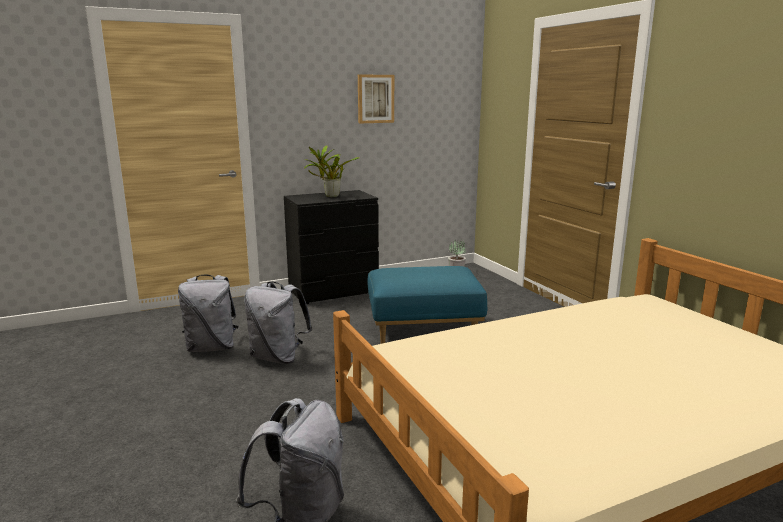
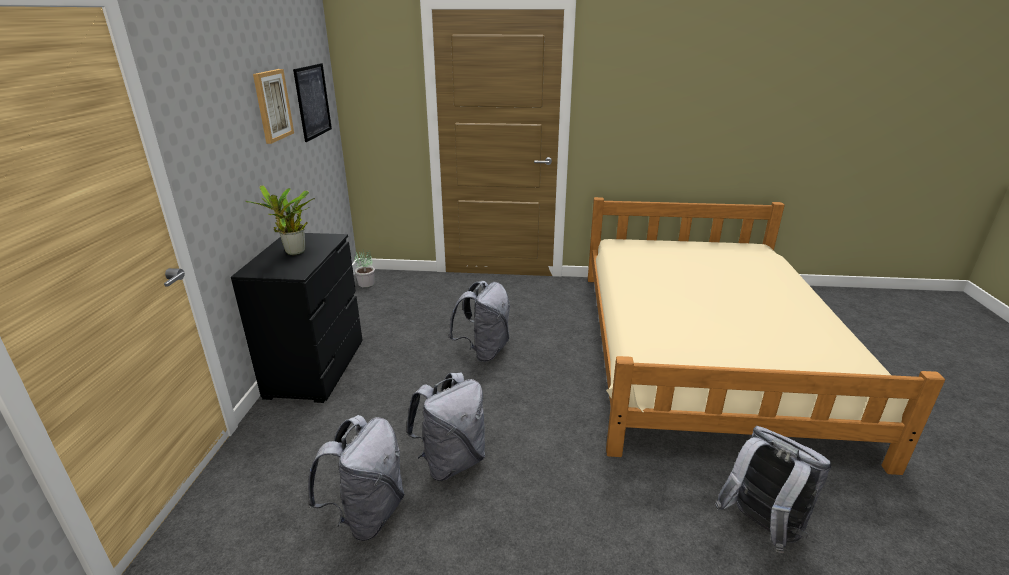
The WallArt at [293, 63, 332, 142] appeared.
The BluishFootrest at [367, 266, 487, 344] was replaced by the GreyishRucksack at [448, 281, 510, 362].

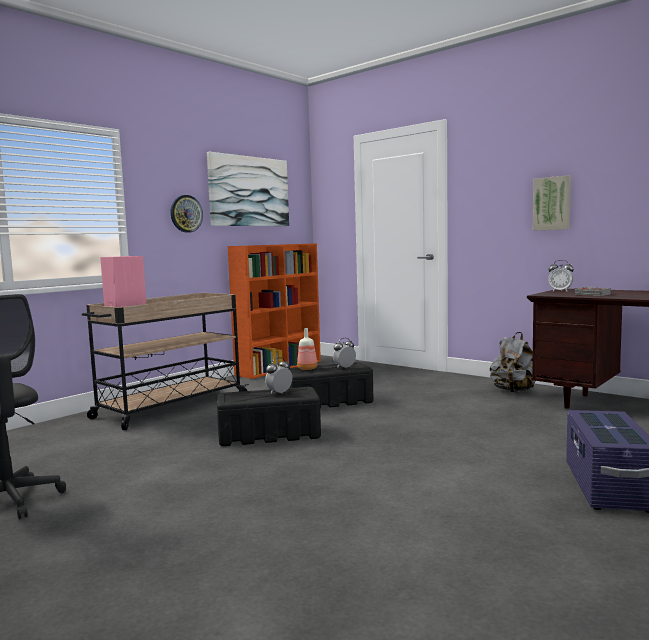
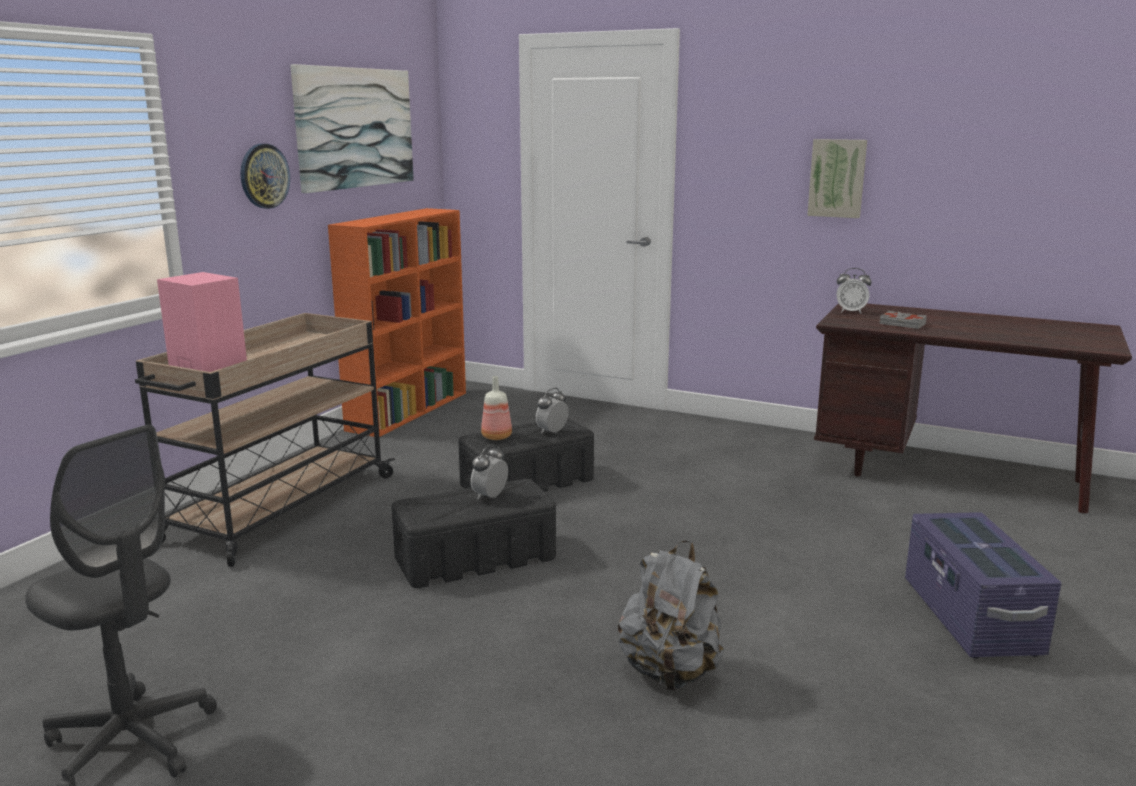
The GreyishRucksack moved from [490, 332, 536, 393] to [618, 540, 724, 691].

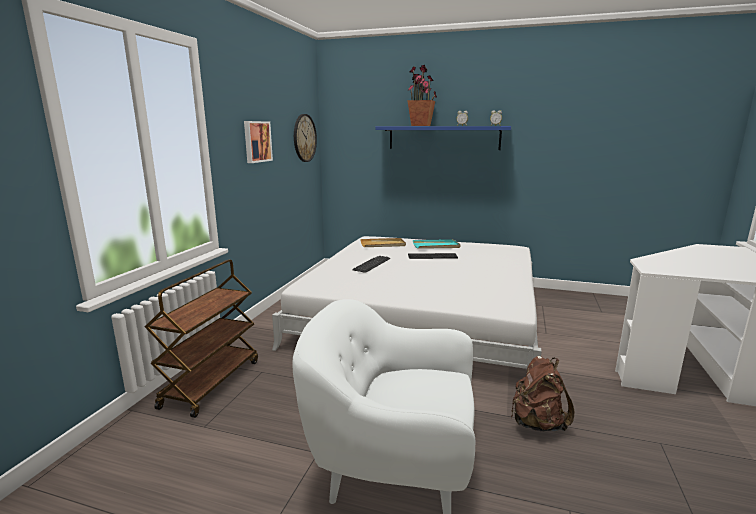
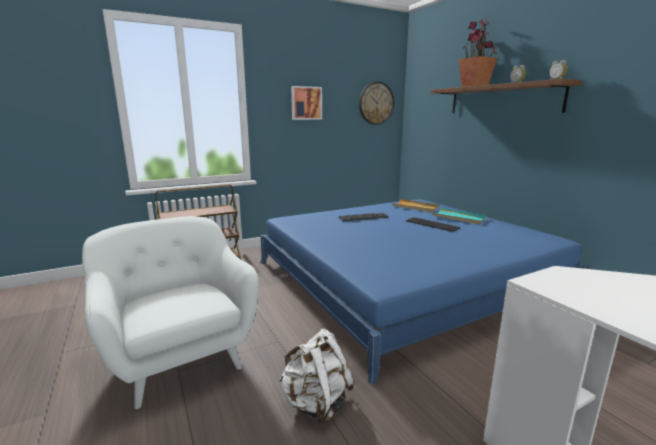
The WhiteColouredBedroomBed at [272, 236, 542, 369] became the BluishBedroomBed at [260, 200, 589, 386].
The BrownRucksack at [511, 356, 574, 431] became the WhiteColouredRucksack at [279, 329, 355, 424].
The BluishBracketShelf at [376, 126, 511, 150] became the BrownBracketShelf at [431, 79, 582, 113].

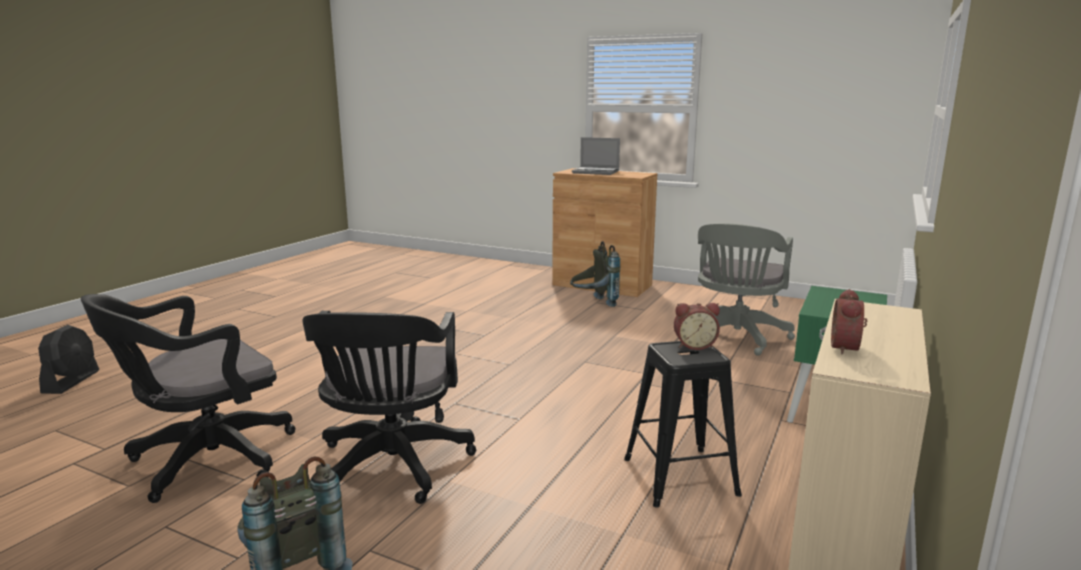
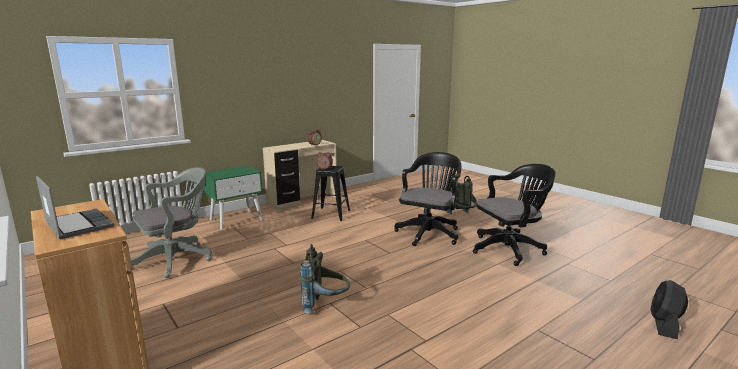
The GreyishRucksack moved from [570, 241, 621, 307] to [300, 244, 350, 313].

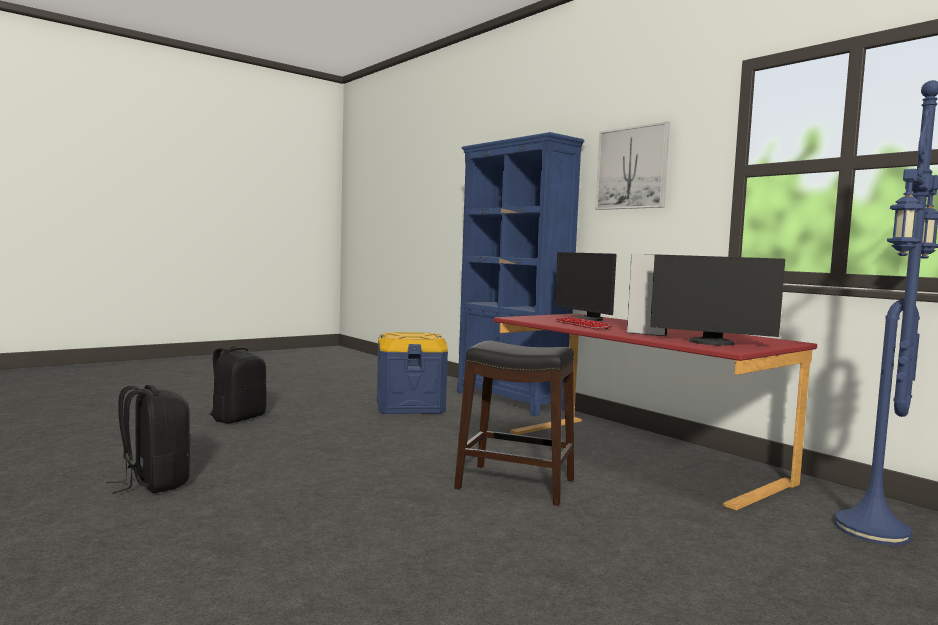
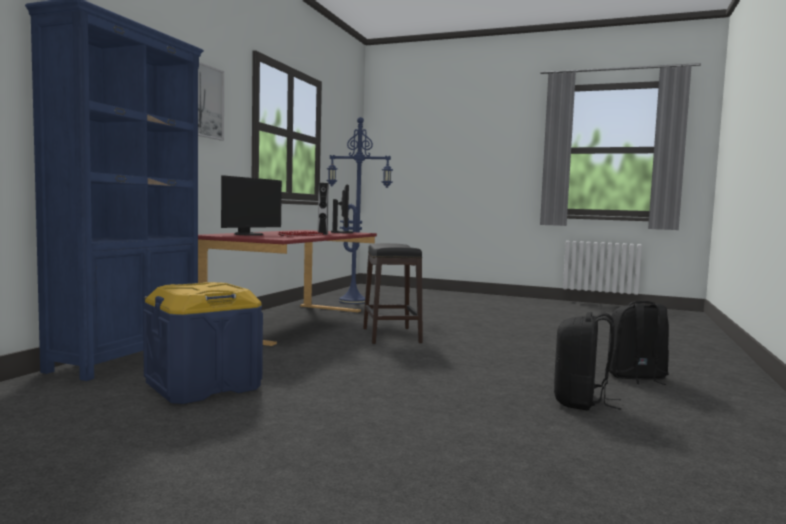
The BlackColouredRucksack moved from [209, 346, 267, 424] to [607, 301, 669, 385].

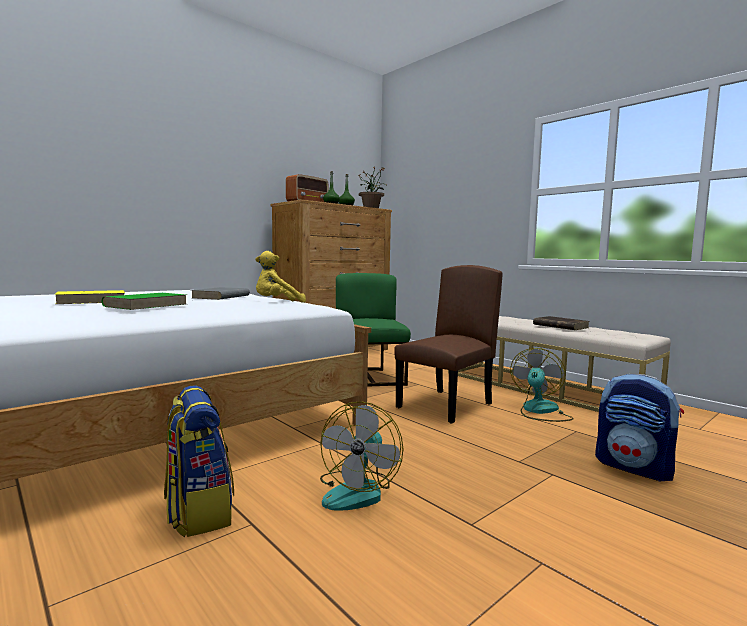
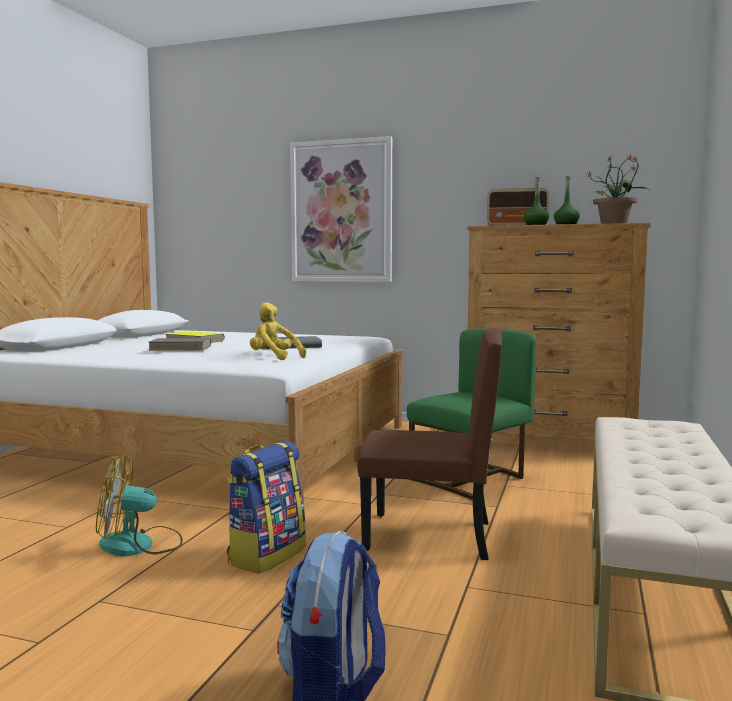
The GreenVolume at [102, 293, 186, 310] became the GreyishVolume at [148, 338, 211, 351].
The Rucksack moved from [164, 385, 234, 537] to [227, 441, 306, 574].
The WallArt at [290, 136, 392, 282] appeared.
The ElectricFan at [510, 348, 574, 422] disappeared.
The BrownVolume at [533, 316, 589, 330] disappeared.

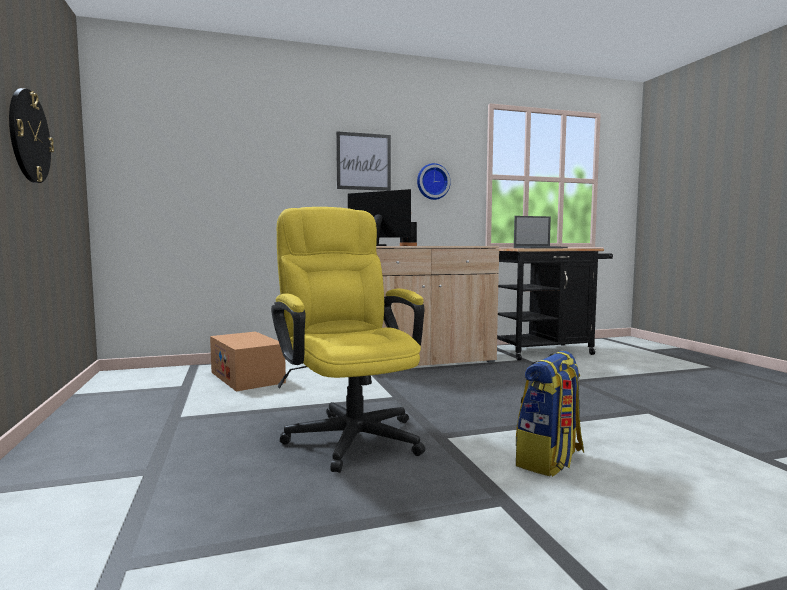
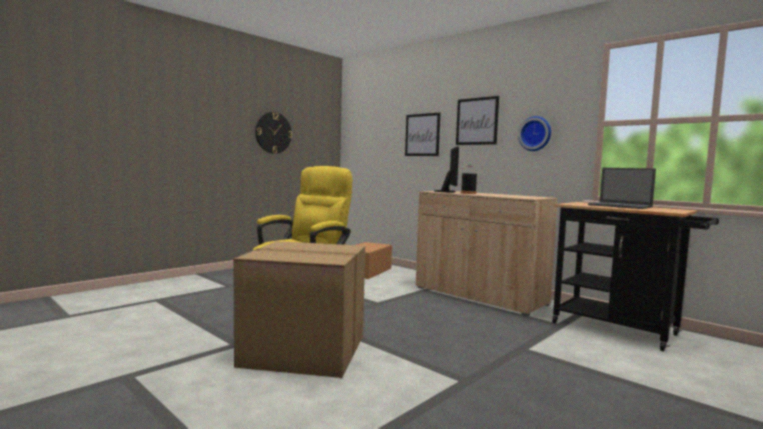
The Rucksack at [516, 351, 584, 477] was replaced by the CardboardBox at [233, 241, 365, 378].
The WallArt at [405, 113, 440, 156] appeared.

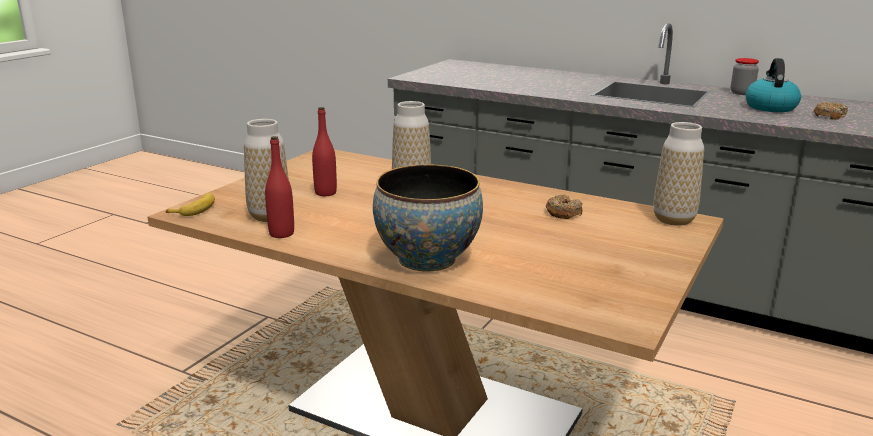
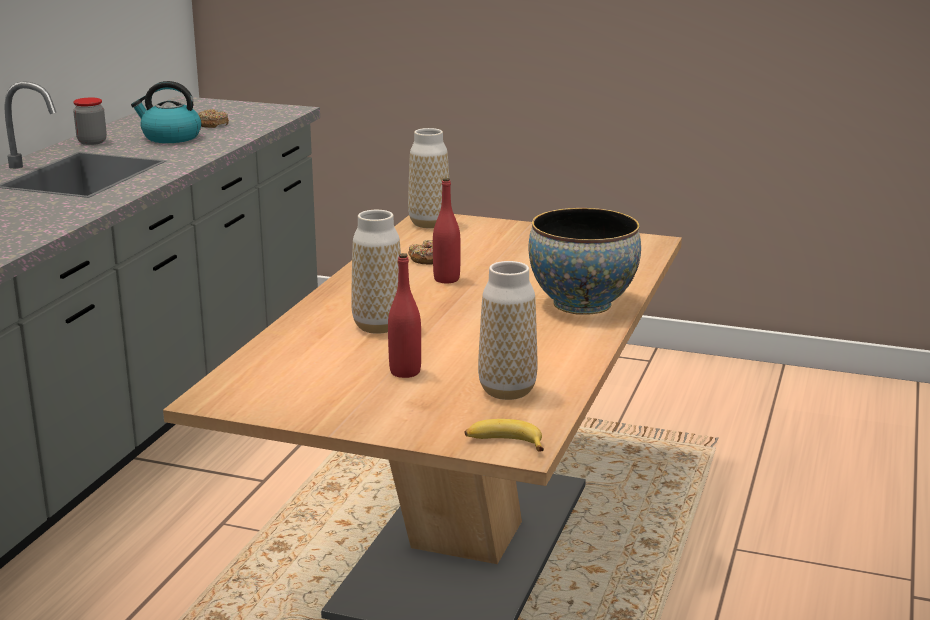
The RedColouredDrinkBottle moved from [265, 136, 294, 238] to [433, 178, 461, 283].

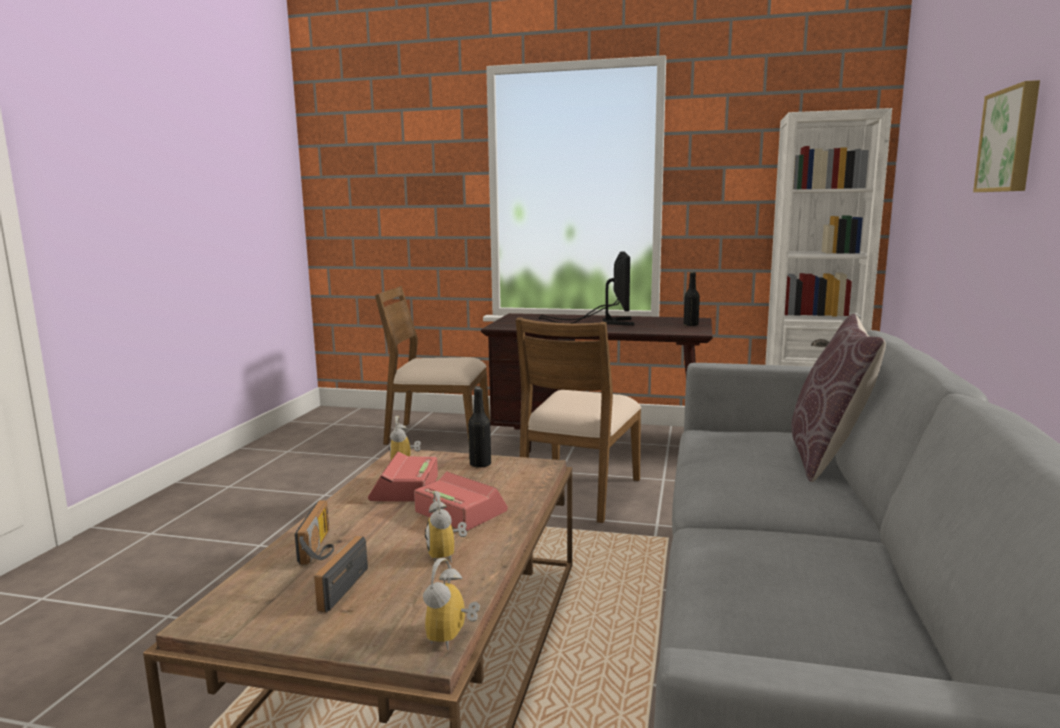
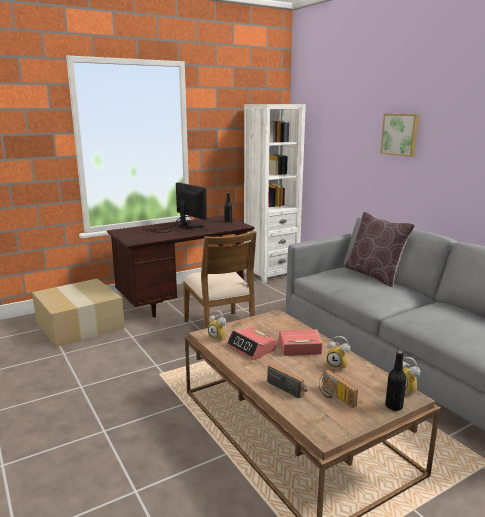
The BrownChair at [375, 286, 490, 445] was replaced by the CardboardBox at [32, 279, 125, 347].
The BlackColouredDrinkBottle moved from [468, 388, 491, 468] to [385, 351, 406, 411].

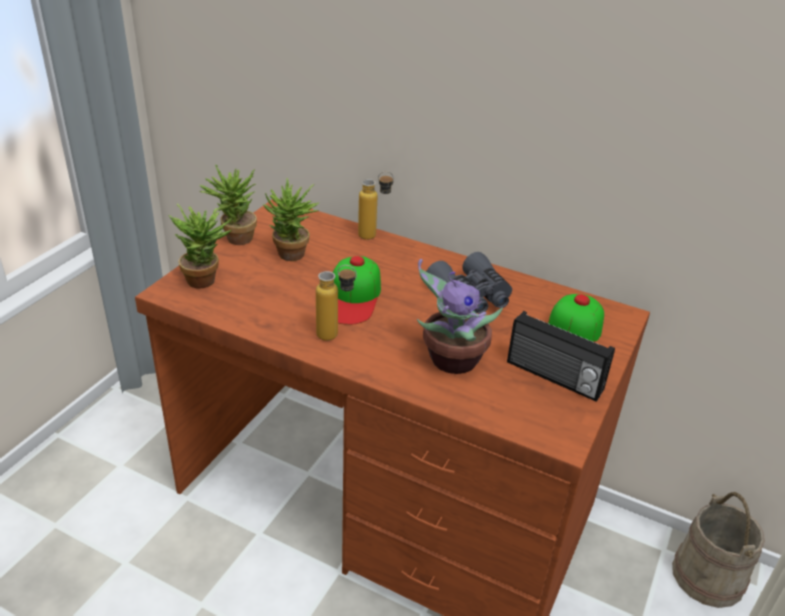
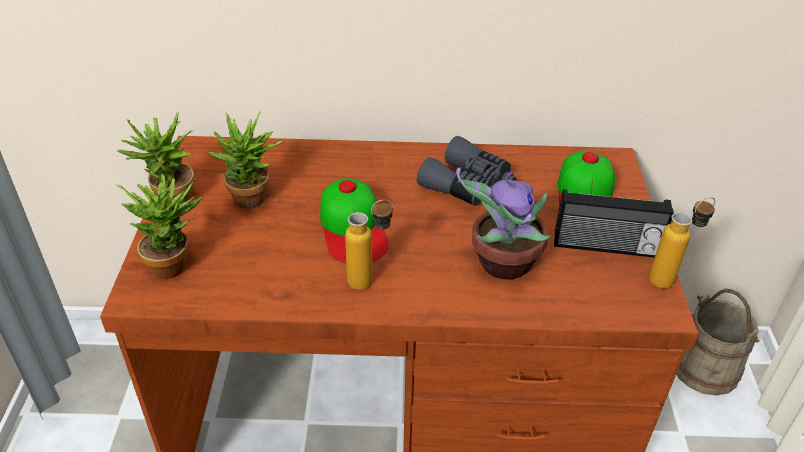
The DrinkBottle moved from [358, 171, 394, 240] to [649, 197, 715, 289].

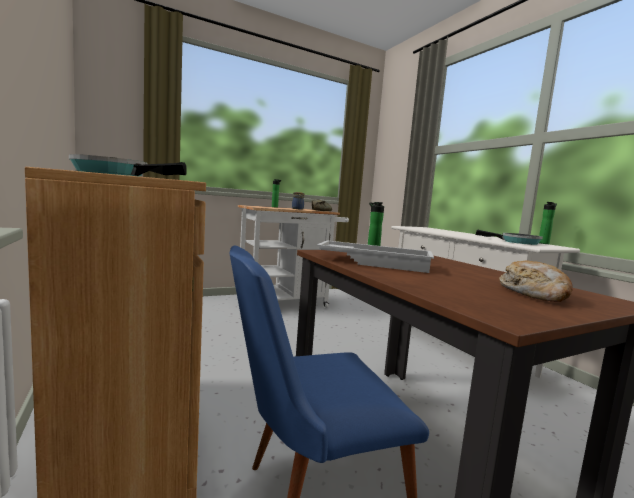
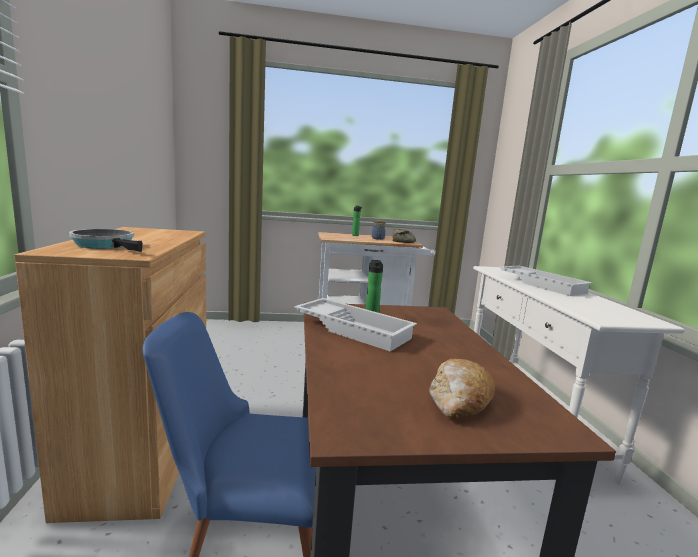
The WhiteColouredServingTray at [499, 266, 593, 296] appeared.
The Pan at [476, 230, 543, 245] disappeared.
The DrinkBottle at [539, 202, 557, 244] disappeared.

